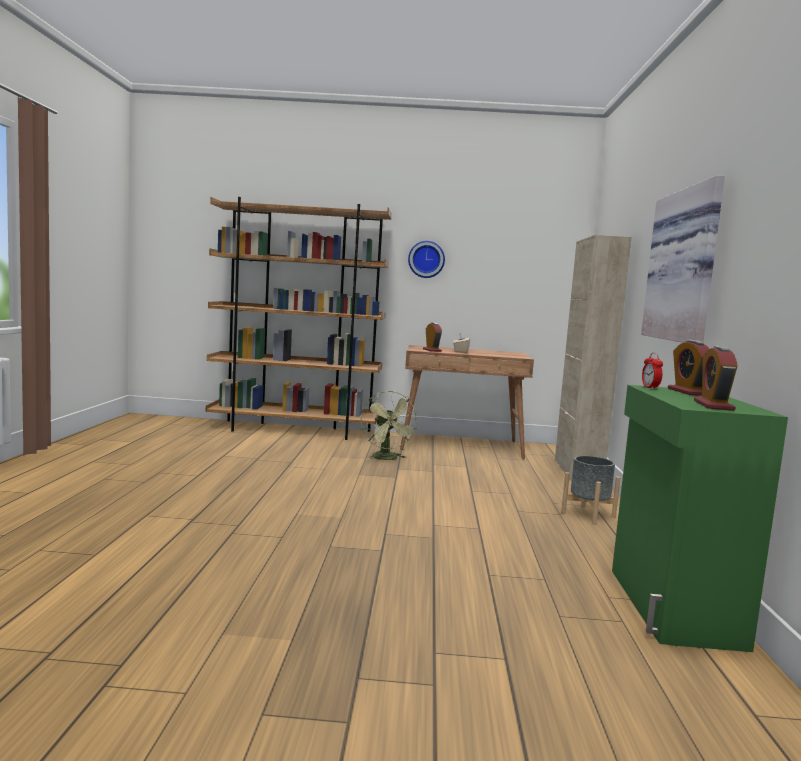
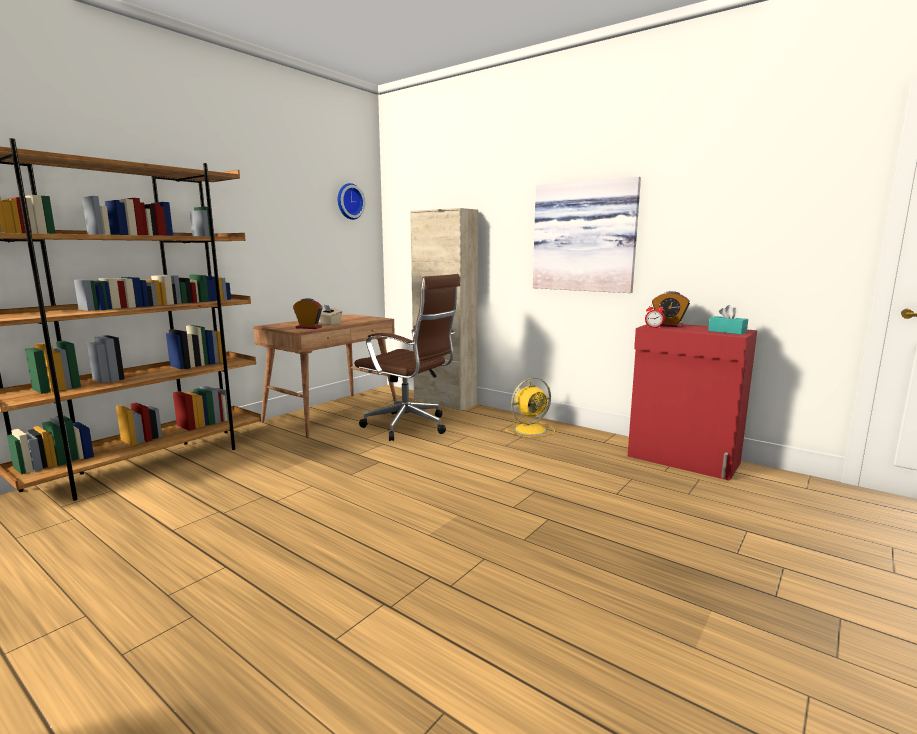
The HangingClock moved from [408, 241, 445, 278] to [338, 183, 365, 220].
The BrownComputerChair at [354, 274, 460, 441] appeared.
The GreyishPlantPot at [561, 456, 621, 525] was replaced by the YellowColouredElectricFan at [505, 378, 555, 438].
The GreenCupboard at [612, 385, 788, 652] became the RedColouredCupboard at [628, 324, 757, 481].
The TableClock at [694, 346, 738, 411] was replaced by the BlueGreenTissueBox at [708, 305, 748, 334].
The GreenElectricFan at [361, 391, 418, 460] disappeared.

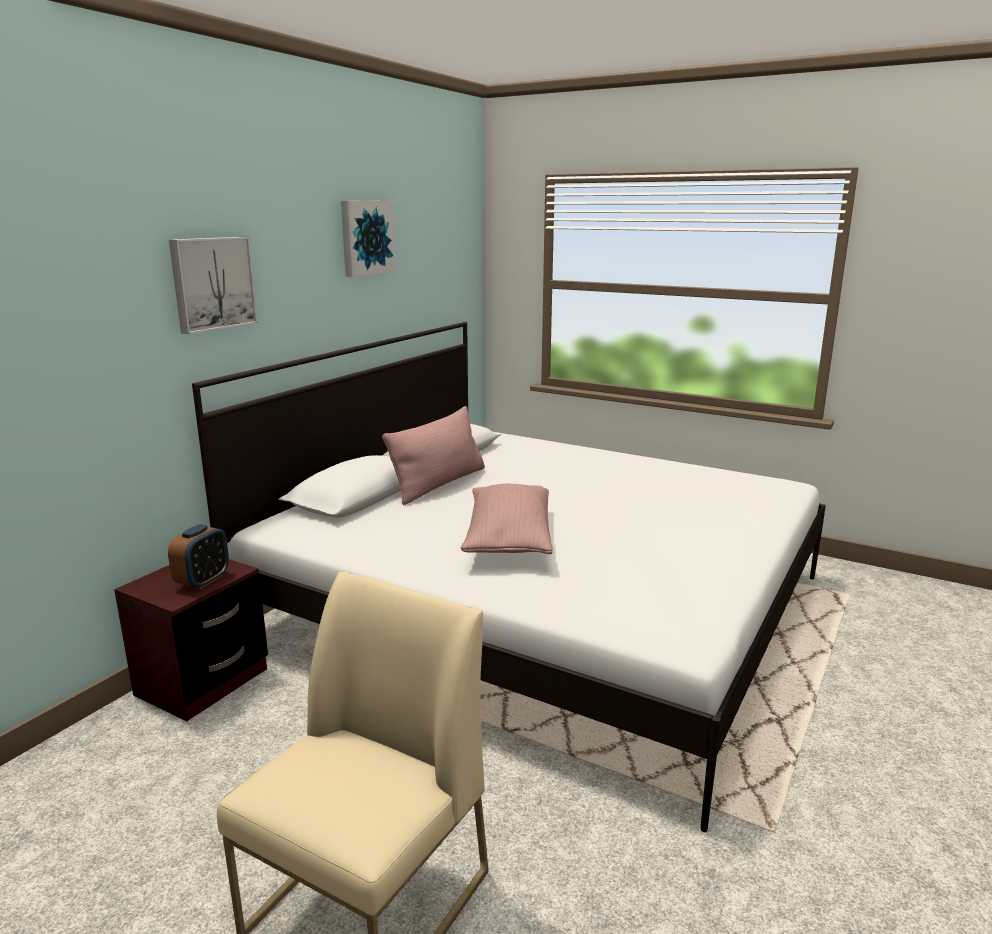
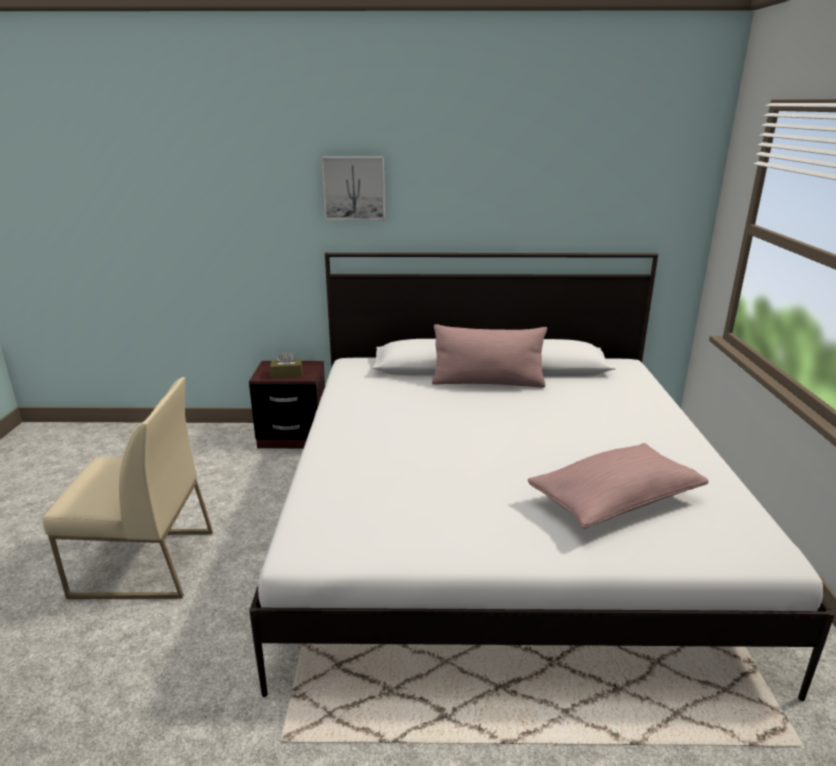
The TableClock at [168, 524, 229, 590] was replaced by the BrownTissueBox at [270, 351, 302, 379].
The PinkPillow moved from [461, 484, 553, 554] to [528, 443, 709, 529].
The WallArt at [341, 200, 397, 277] disappeared.

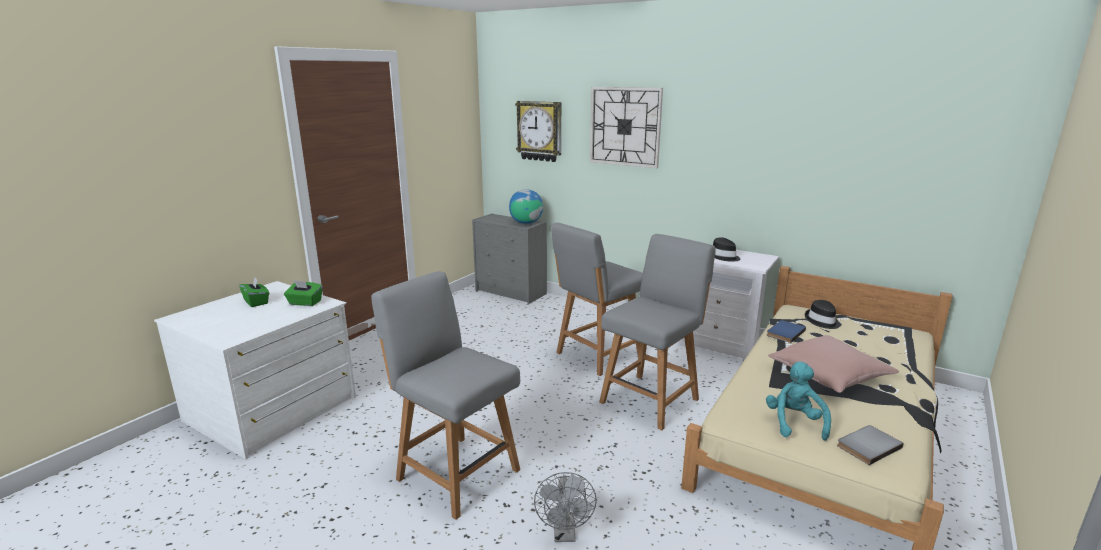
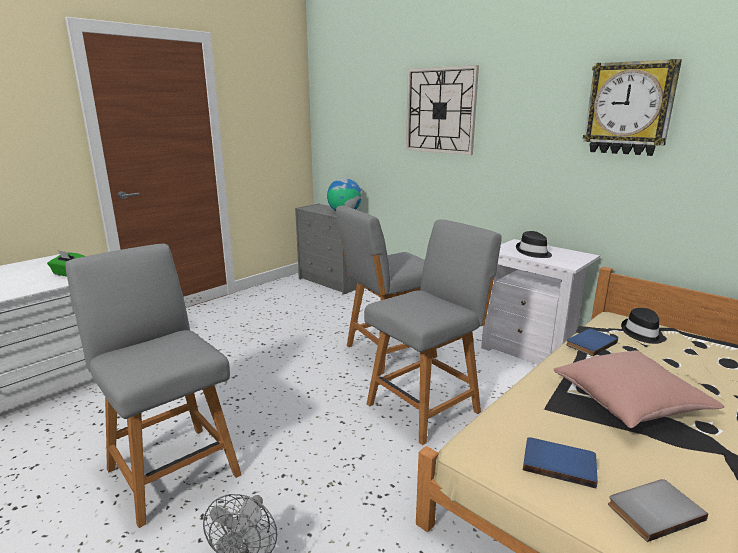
The BlueGreenSoftToy at [766, 361, 831, 441] was replaced by the BluishVolume at [523, 437, 598, 488].
The HangingClock moved from [515, 101, 561, 162] to [583, 59, 682, 156].
The GreenTissueBox at [239, 278, 269, 307] disappeared.

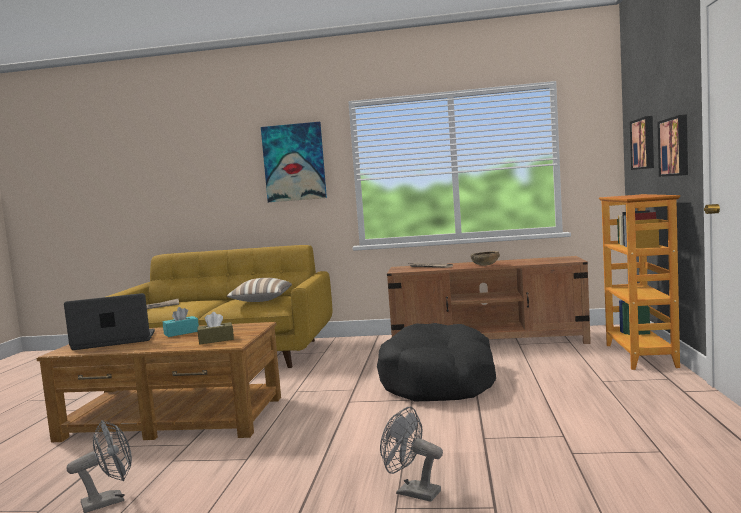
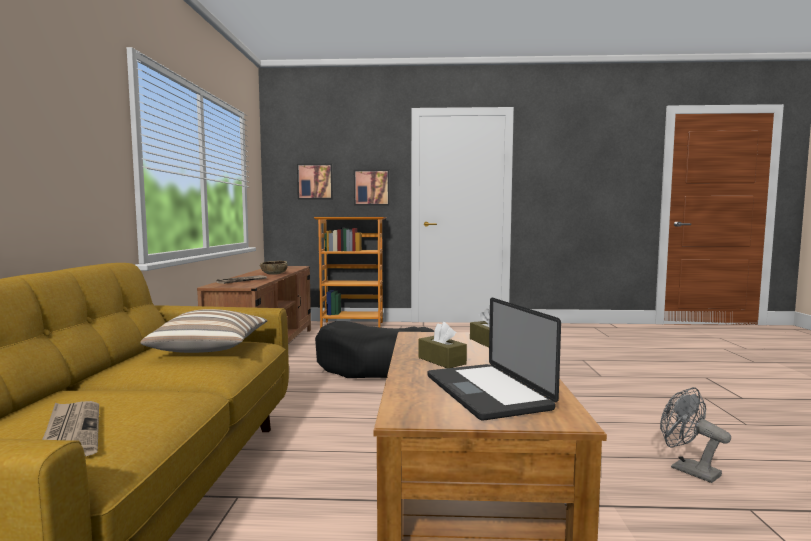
The BlueGreenTissueBox at [163, 307, 199, 337] became the BrownTissueBox at [418, 322, 467, 368].
The WallArt at [261, 122, 327, 202] disappeared.
The GreyishElectricFan at [380, 407, 443, 502] disappeared.

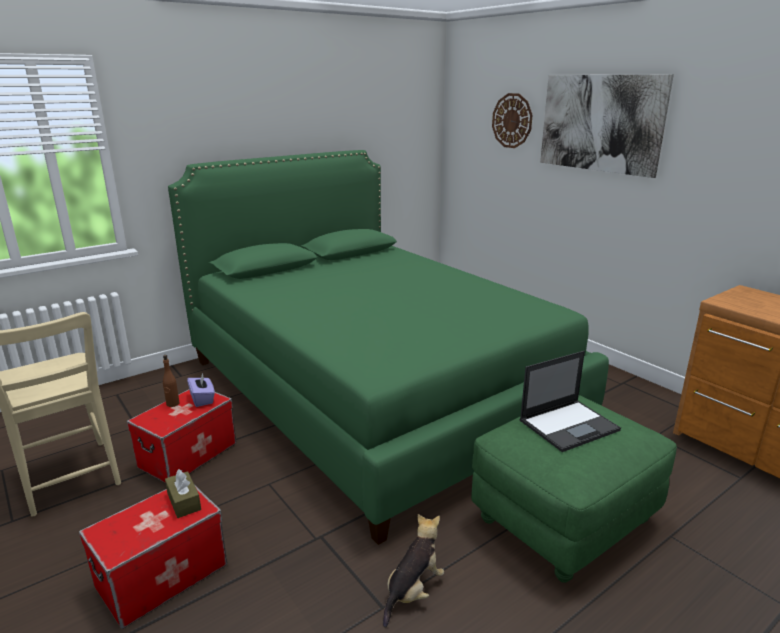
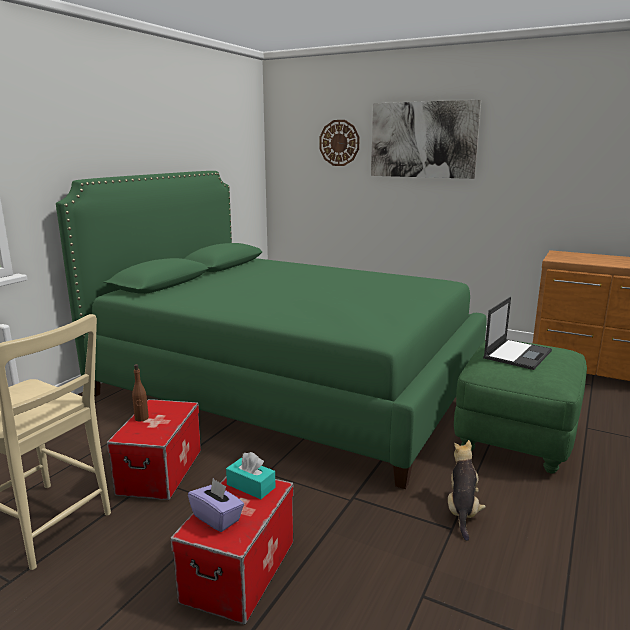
The PurplishTissueBox moved from [187, 372, 215, 407] to [188, 478, 244, 532].
The BrownTissueBox at [165, 469, 201, 518] became the BlueGreenTissueBox at [226, 452, 276, 499].

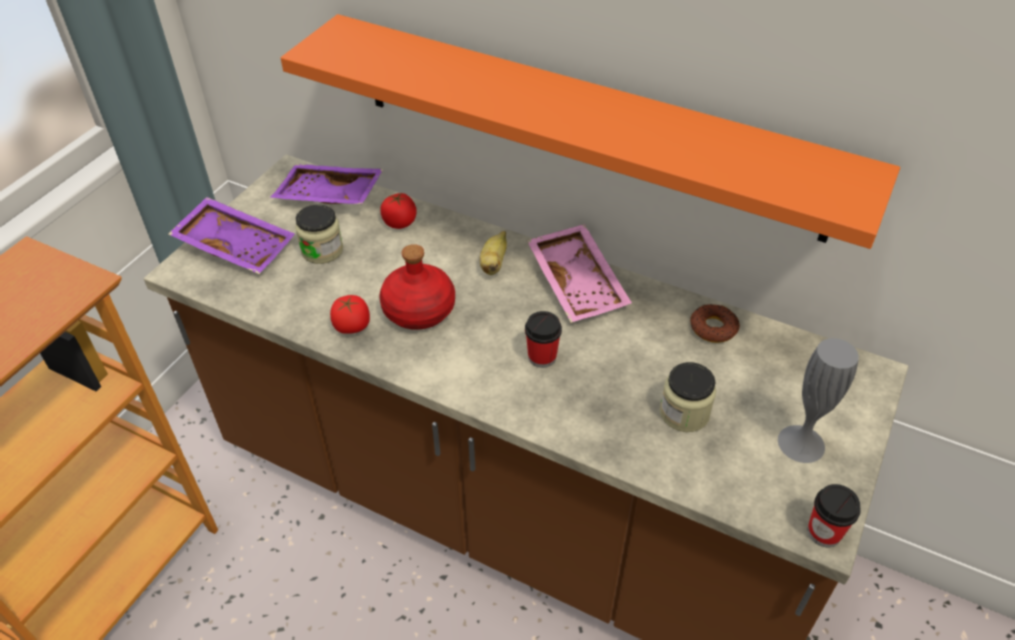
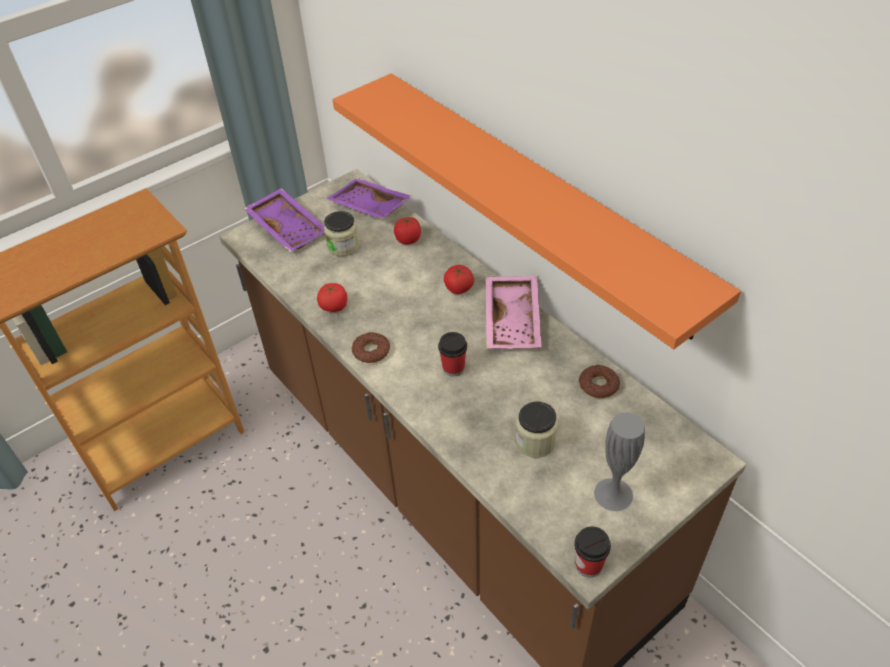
The Doughnut at [351, 332, 390, 363] appeared.
The BananaFruit at [480, 231, 507, 275] was replaced by the WholeTomato at [444, 265, 474, 294].
The RedColouredDrinkBottle at [379, 244, 455, 330] disappeared.

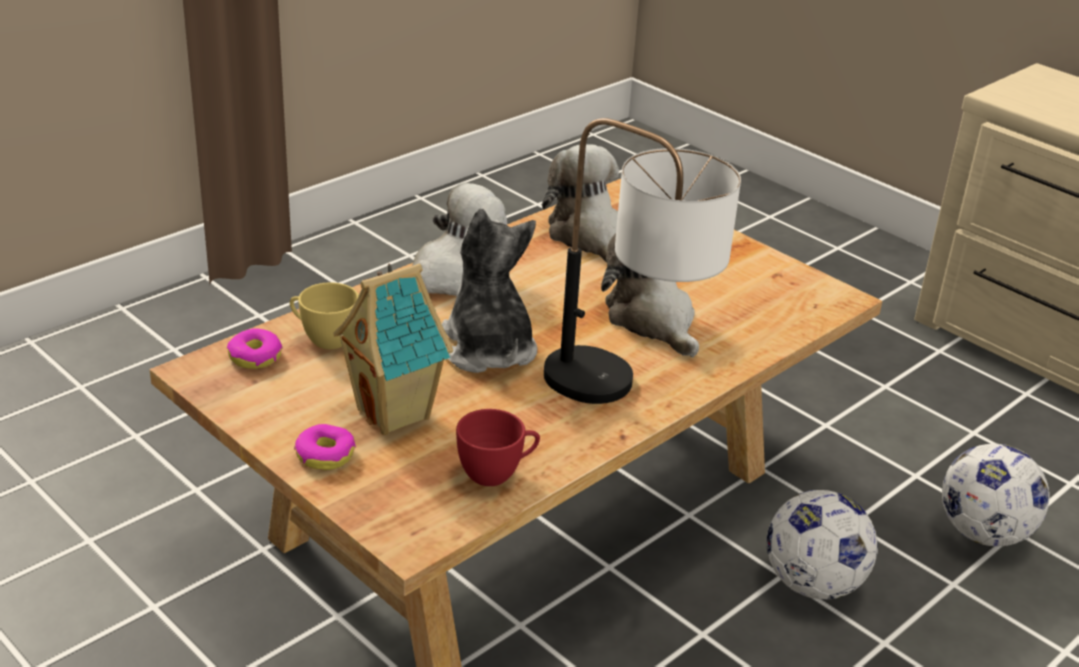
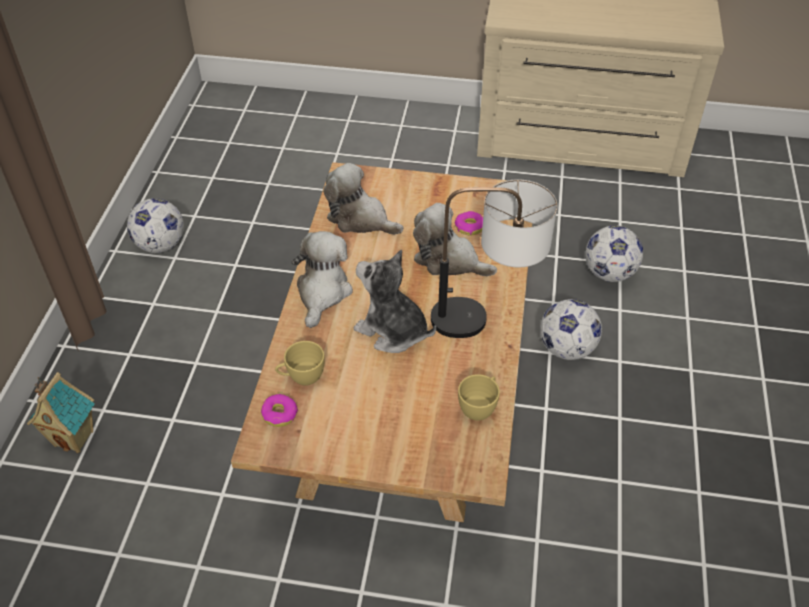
The ToyHouse moved from [333, 264, 453, 435] to [27, 372, 95, 453].
The FootballBall at [127, 198, 184, 253] appeared.
The Doughnut moved from [294, 424, 356, 470] to [454, 211, 483, 235].
The RedColouredSmallCup at [456, 409, 540, 486] became the YellowColouredSmallCup at [458, 374, 500, 421].

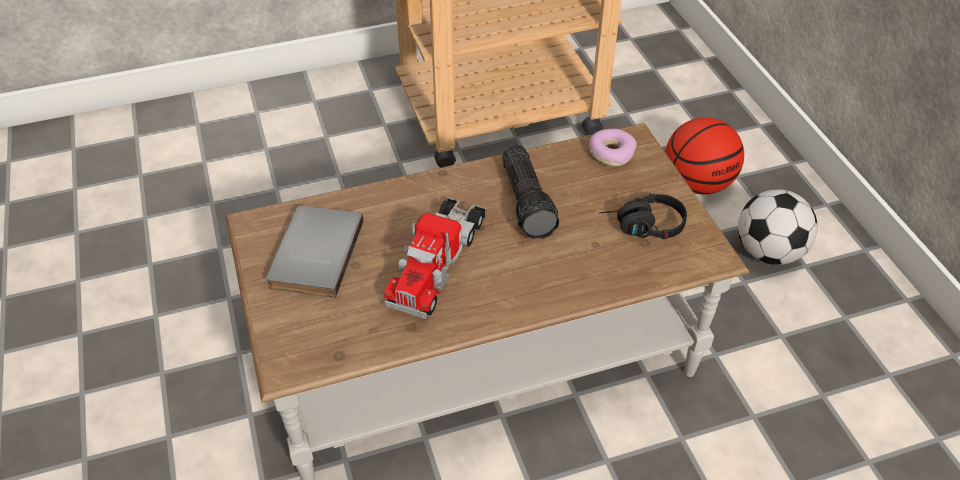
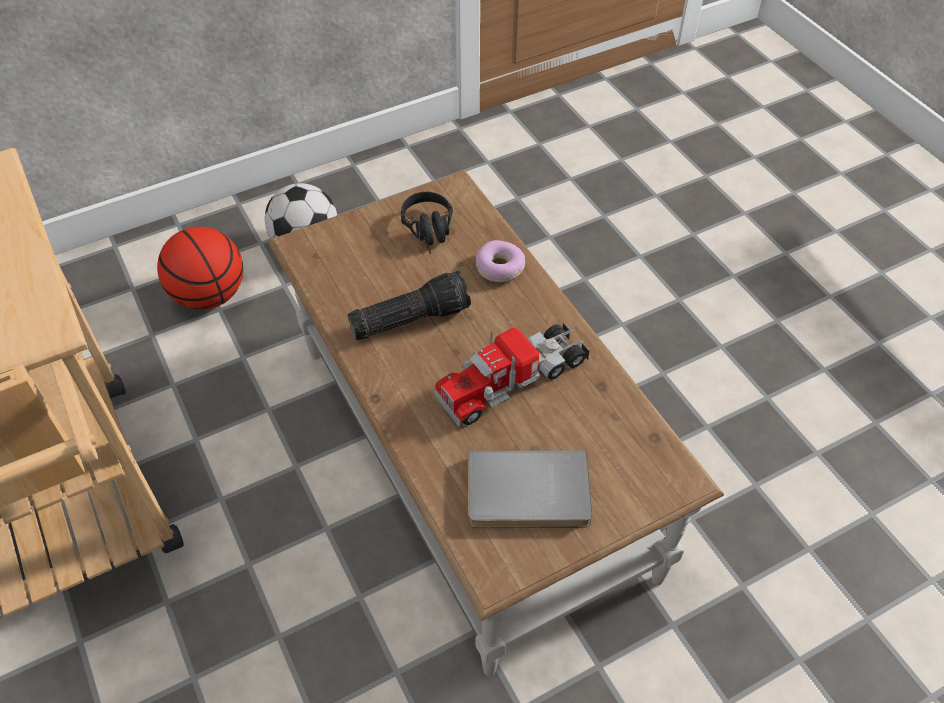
The ToyTruck at [384, 197, 485, 319] turned 135 degrees clockwise.
The Doughnut moved from [589, 129, 637, 167] to [475, 240, 525, 282].

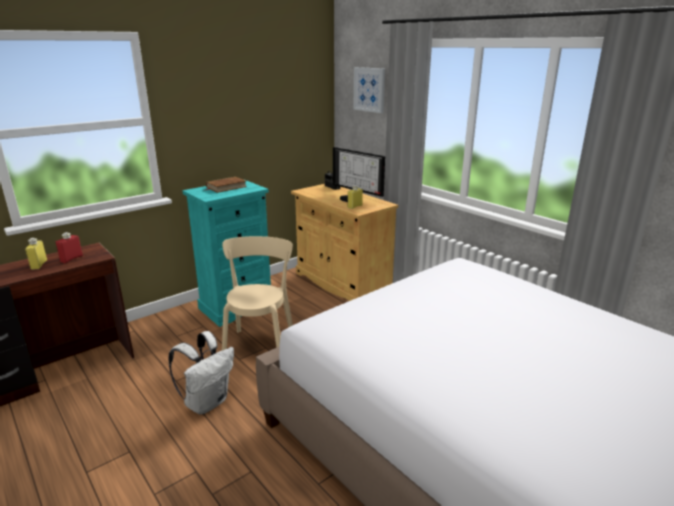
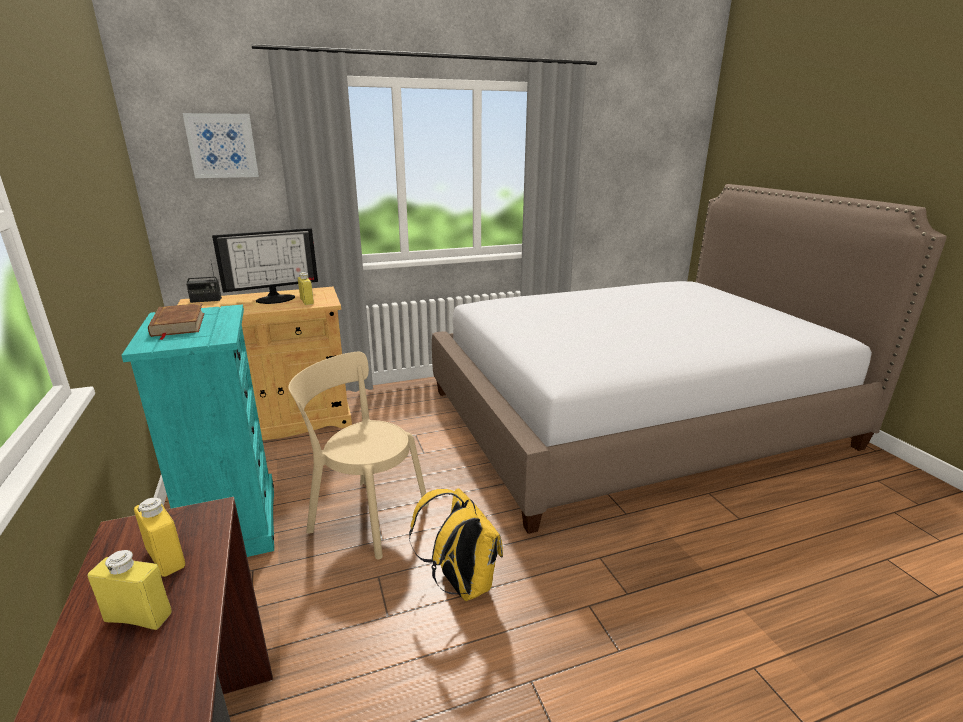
The RedColouredDrinkBottle at [56, 232, 83, 263] became the YellowColouredDrinkBottle at [134, 498, 185, 577].
The WhiteColouredRucksack at [168, 331, 234, 414] became the YellowColouredRucksack at [409, 488, 503, 601].

